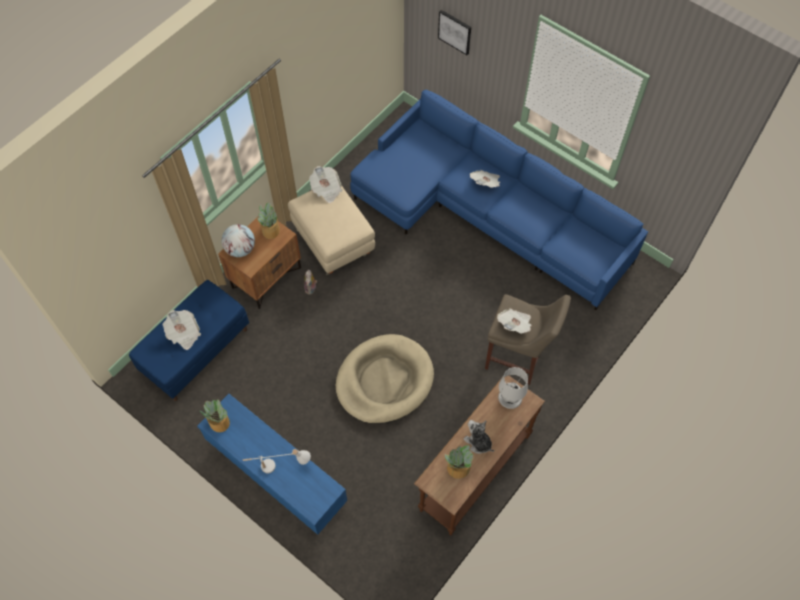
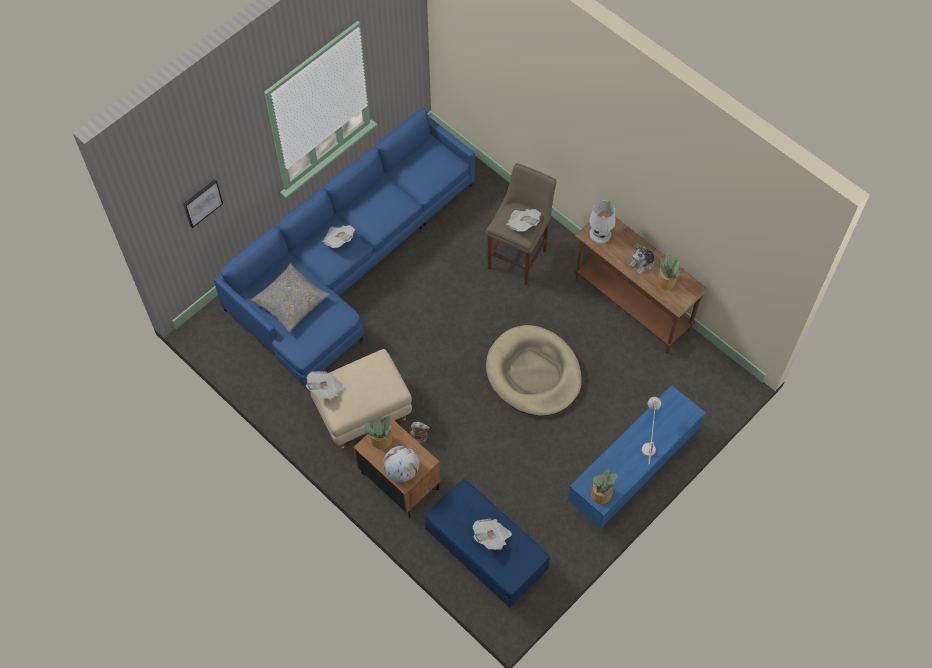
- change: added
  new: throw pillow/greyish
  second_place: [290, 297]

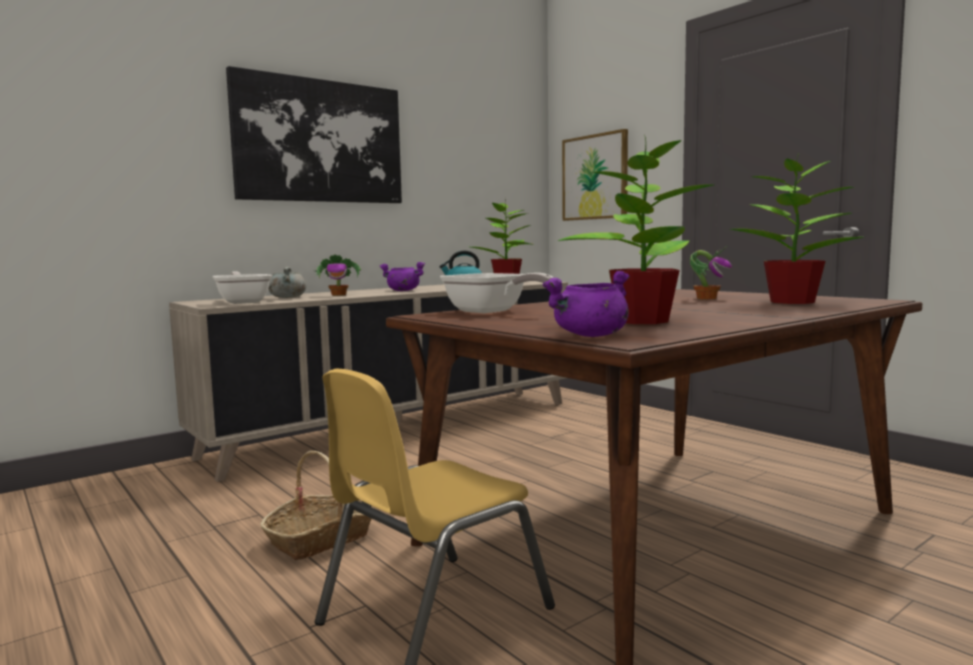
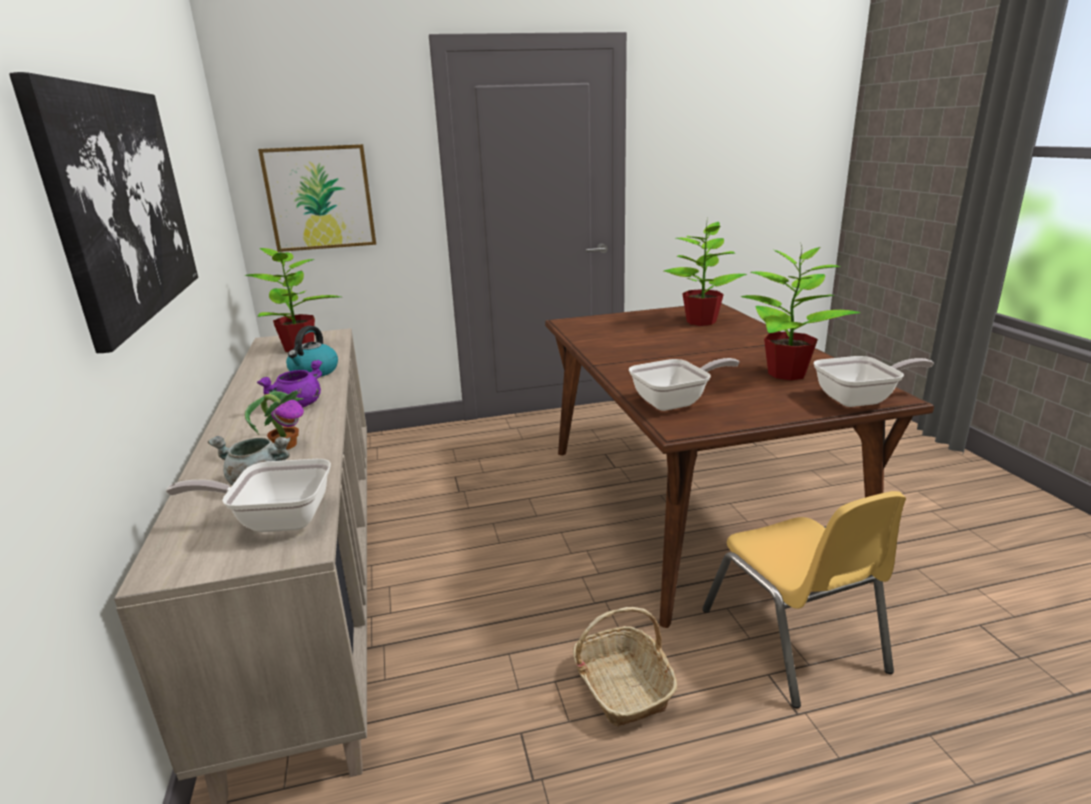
- change: removed
  old: potted plant
  first_place: [711, 272]
- change: replaced
  old: saucepot/purple-coloured
  new: pan
  first_place: [586, 304]
  second_place: [874, 381]

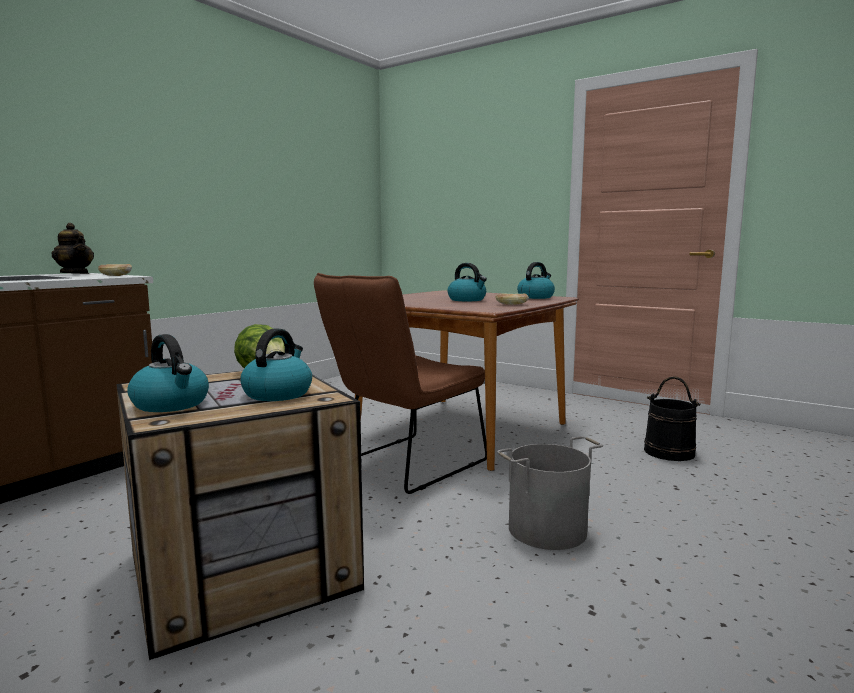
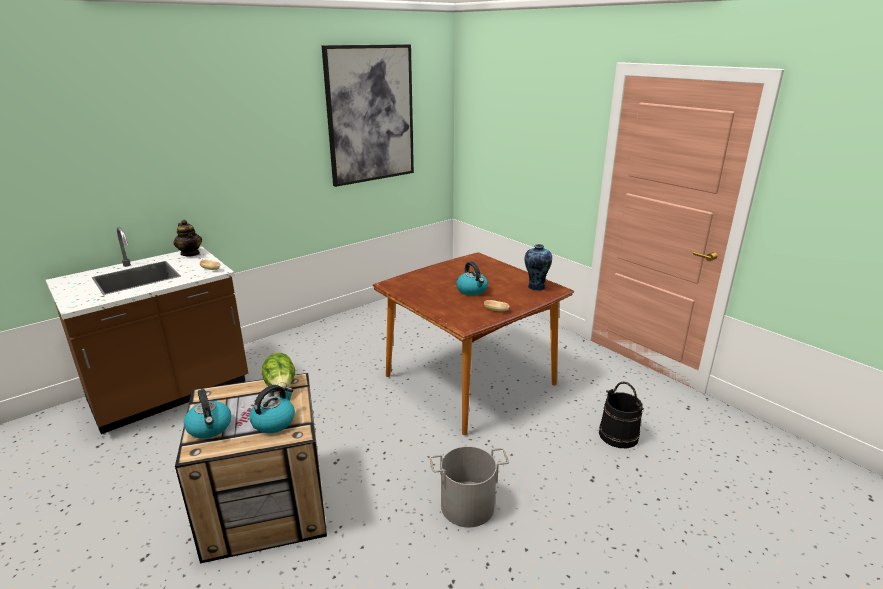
- change: replaced
  old: kettle
  new: decorative vase
  first_place: [536, 280]
  second_place: [538, 267]
- change: removed
  old: upright chair/brownish
  first_place: [400, 383]
- change: added
  new: wall art
  second_place: [368, 115]

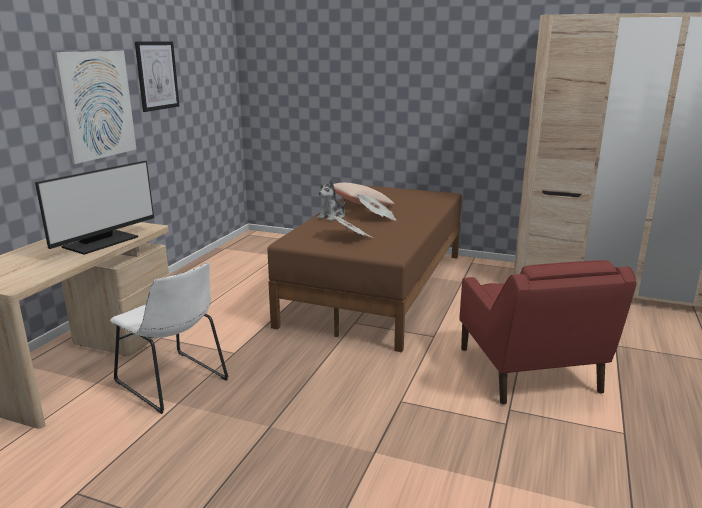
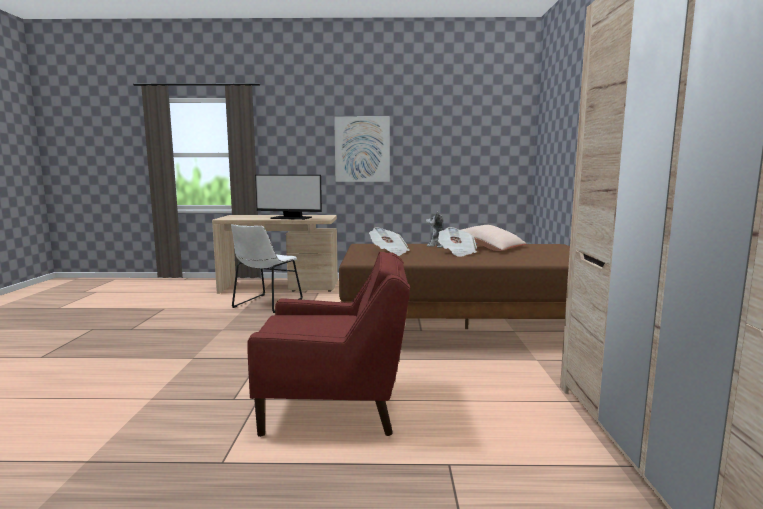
- change: removed
  old: wall art
  first_place: [157, 77]
- change: turned
  old: lounge chair/red
  first_place: [548, 332]
  second_place: [328, 344]
  degrees: -150

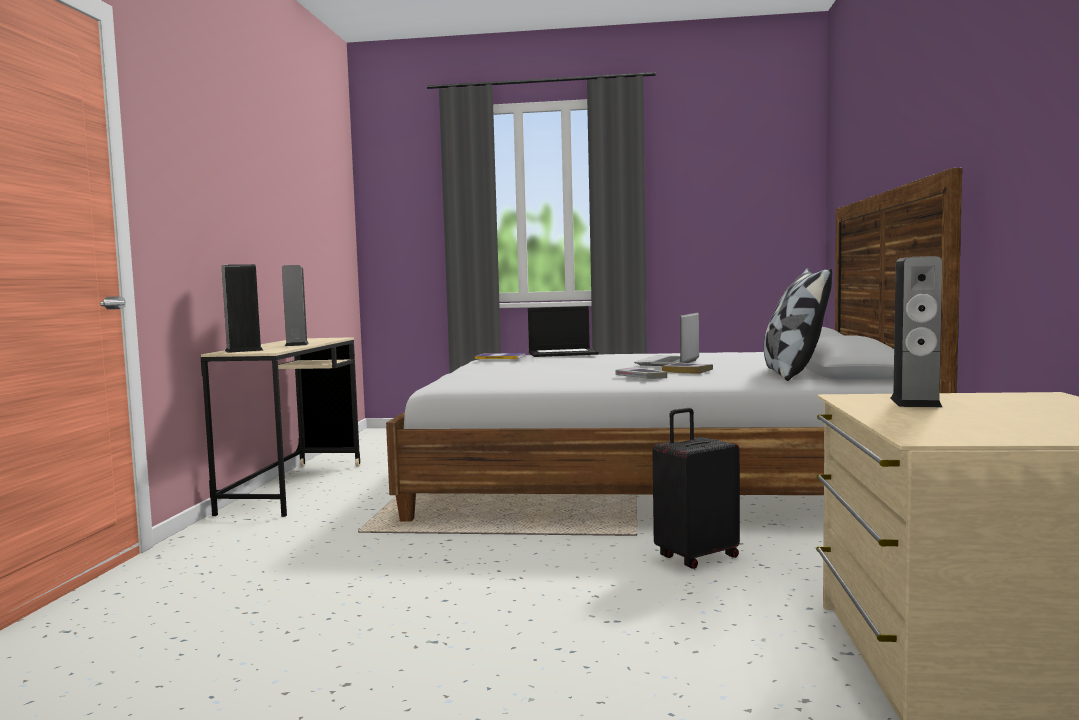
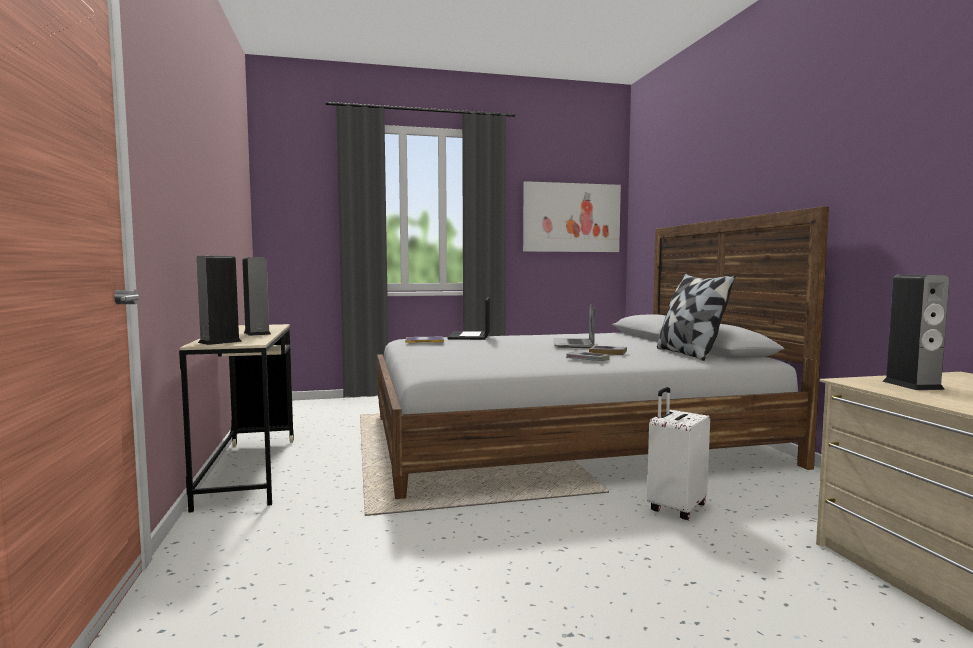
- change: turned
  old: notebook computer
  first_place: [563, 331]
  second_place: [469, 318]
  degrees: 120
- change: recoloured
  old: piece of luggage/black-coloured
  new: piece of luggage/whitish
  first_place: [696, 488]
  second_place: [678, 453]
- change: added
  new: wall art
  second_place: [572, 216]

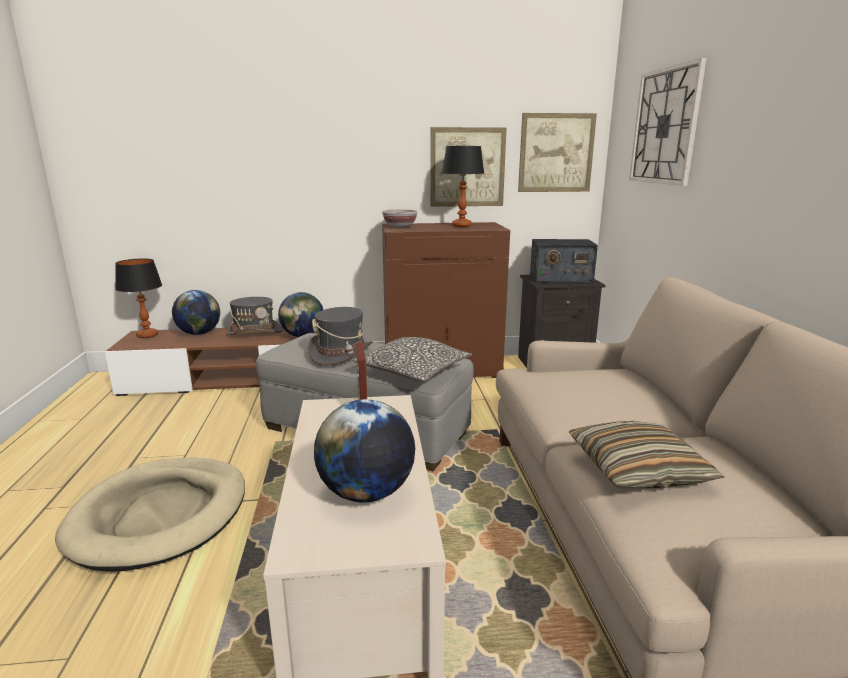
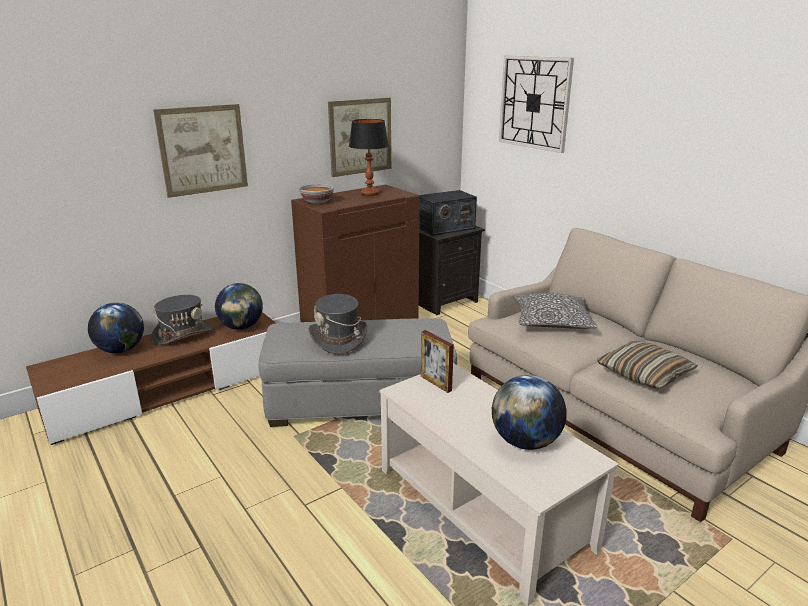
- change: moved
  old: wall art
  first_place: [557, 152]
  second_place: [200, 151]
- change: removed
  old: table lamp
  first_place: [138, 298]
- change: moved
  old: throw pillow
  first_place: [412, 359]
  second_place: [555, 311]
- change: removed
  old: pet bed/sand-coloured
  first_place: [150, 515]

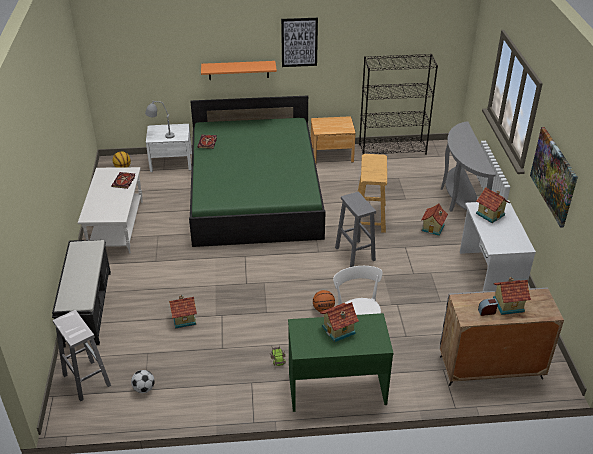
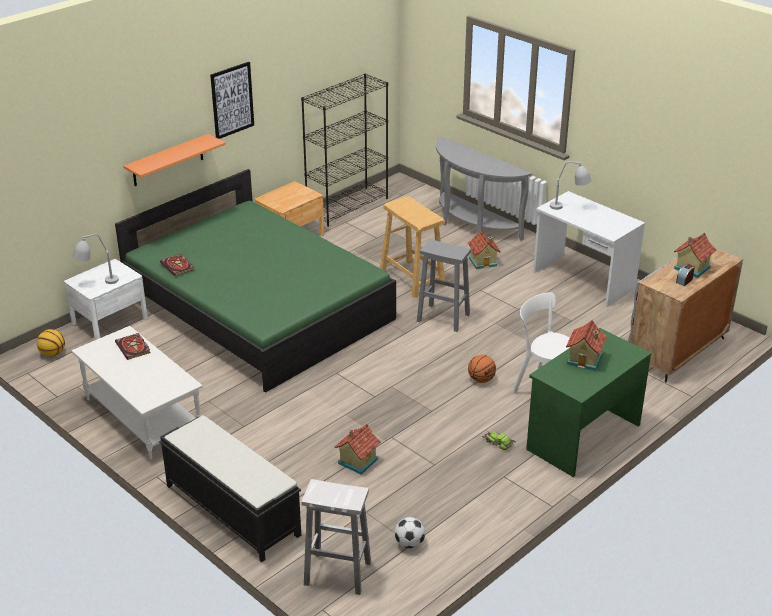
- change: removed
  old: wall art
  first_place: [554, 177]
- change: replaced
  old: model house
  new: table lamp/greyish
  first_place: [493, 205]
  second_place: [571, 185]

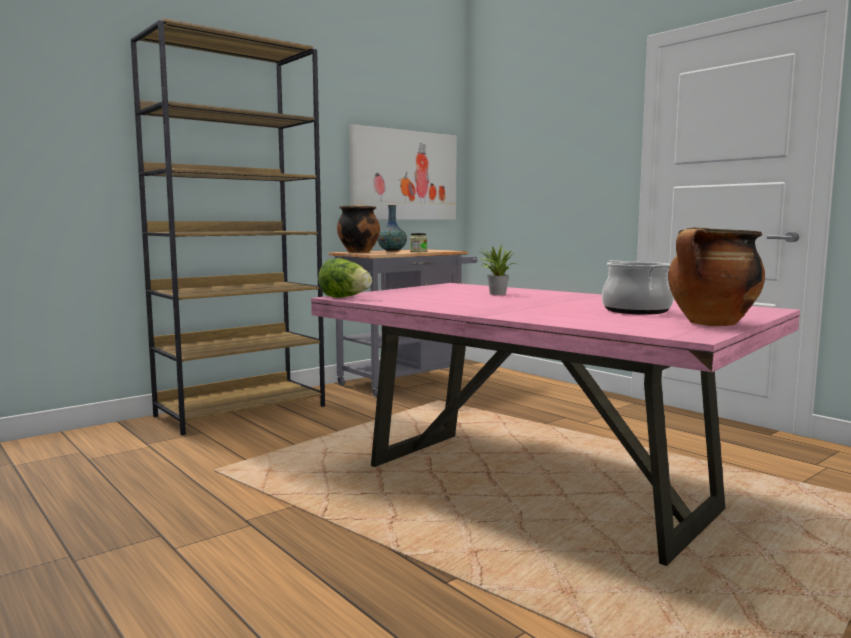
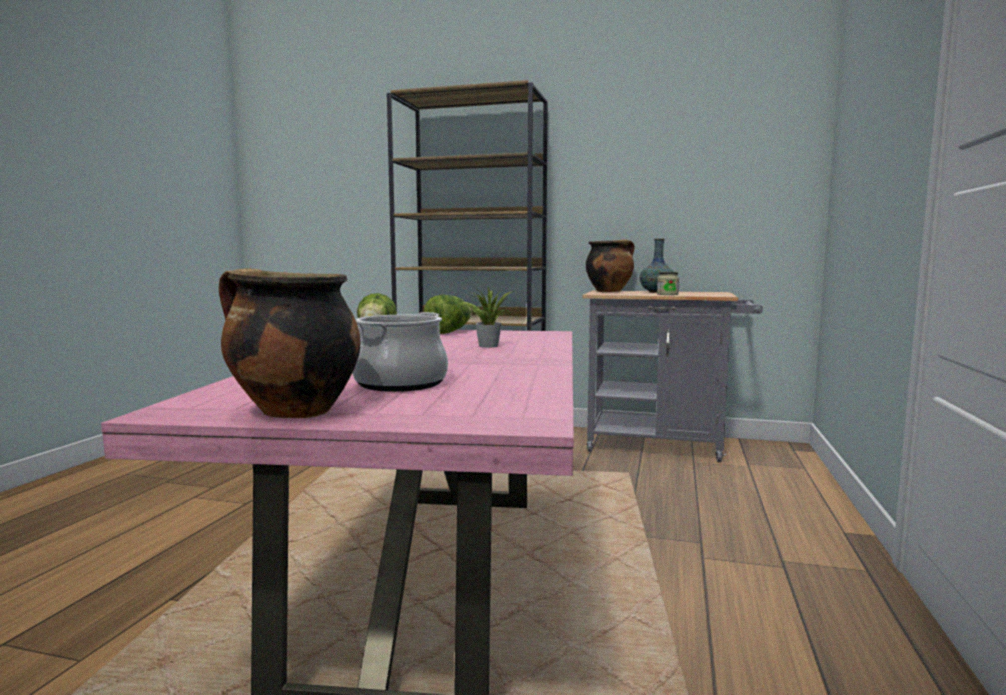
- change: removed
  old: wall art
  first_place: [403, 172]
- change: added
  new: lettuce
  second_place: [448, 314]

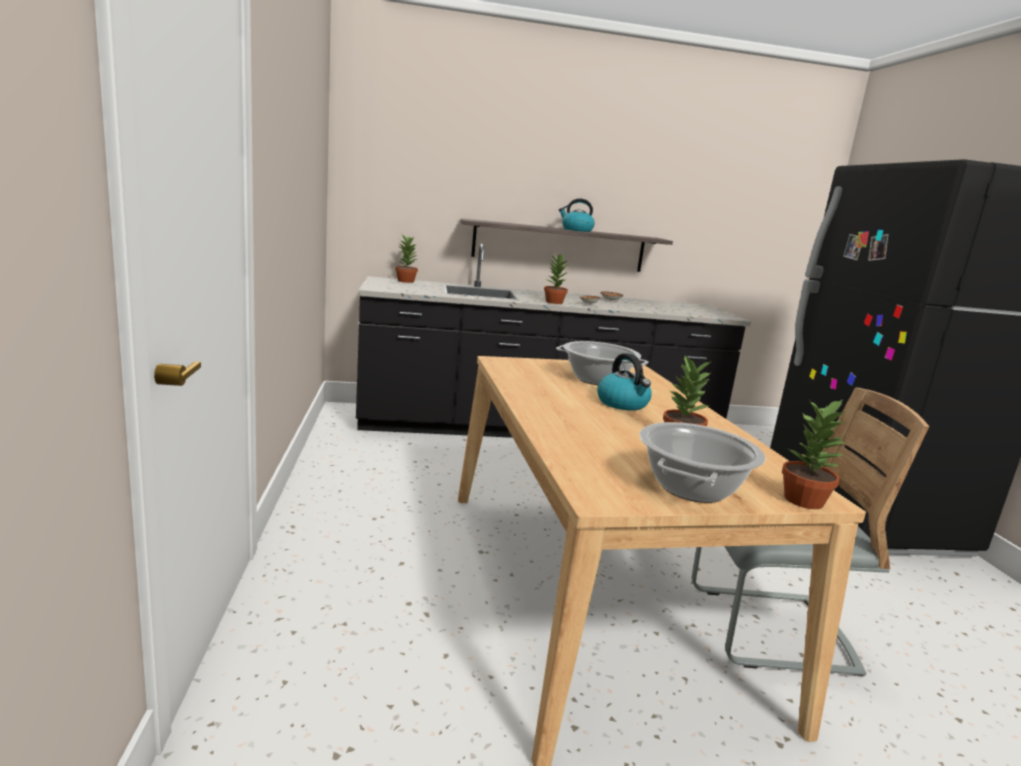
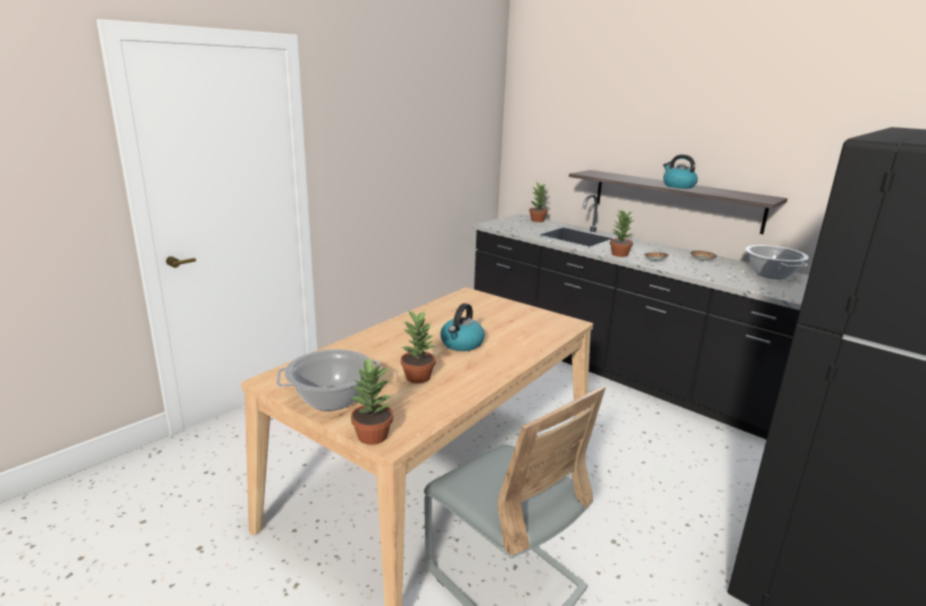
- change: moved
  old: saucepot
  first_place: [602, 363]
  second_place: [777, 262]

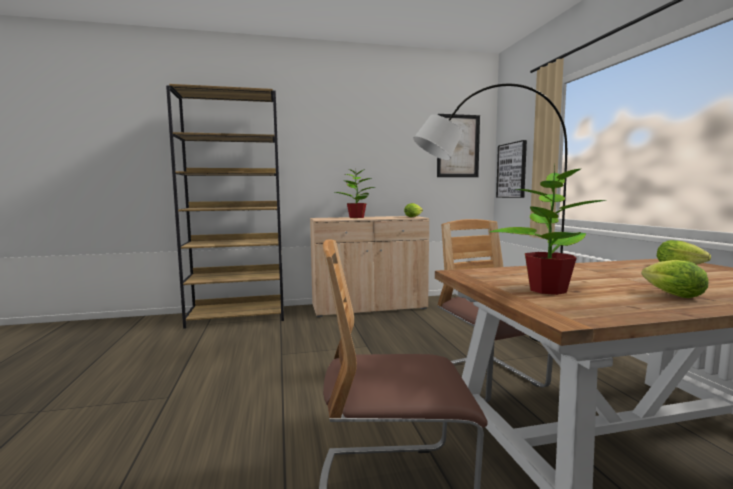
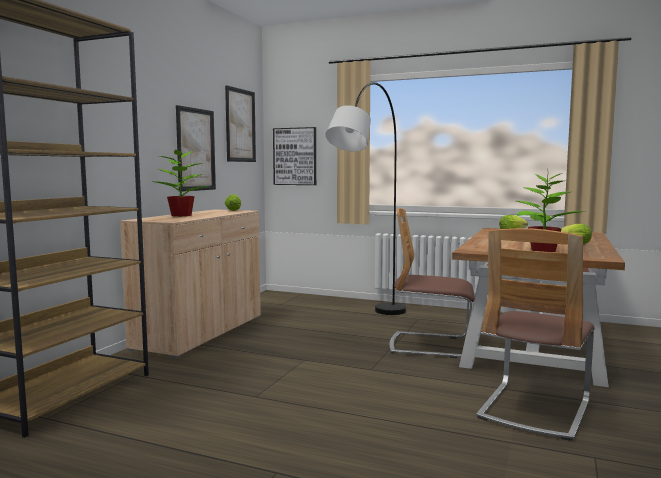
- change: added
  new: wall art
  second_place: [196, 148]

